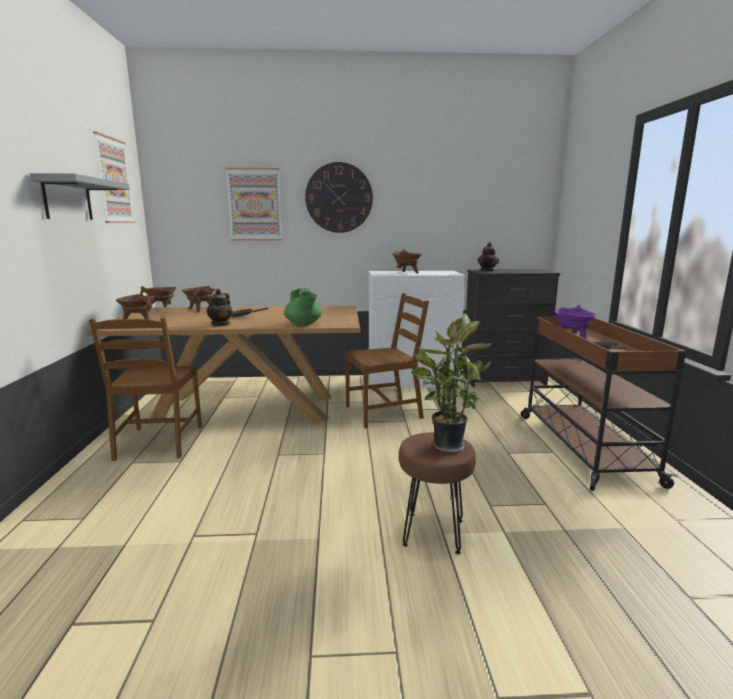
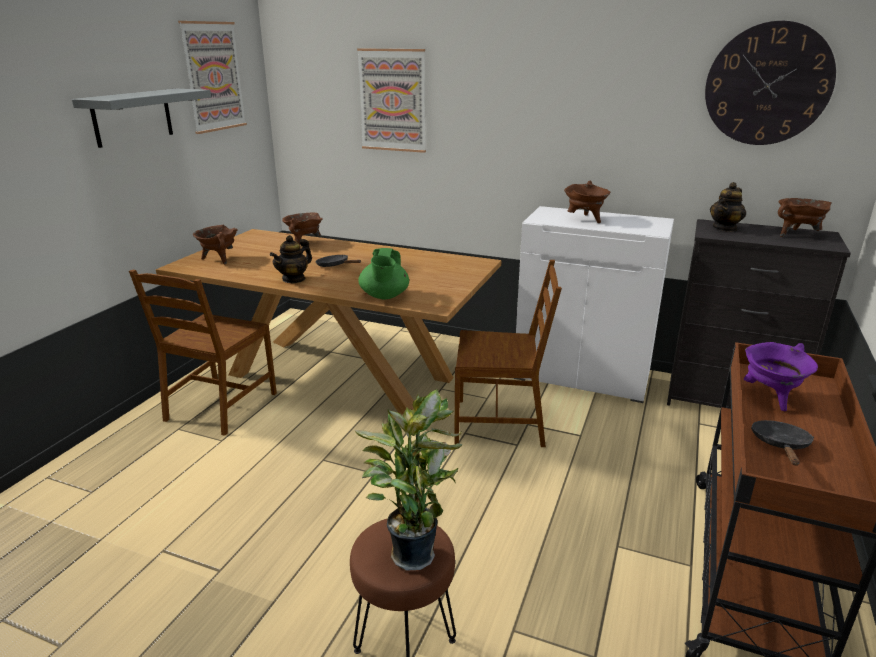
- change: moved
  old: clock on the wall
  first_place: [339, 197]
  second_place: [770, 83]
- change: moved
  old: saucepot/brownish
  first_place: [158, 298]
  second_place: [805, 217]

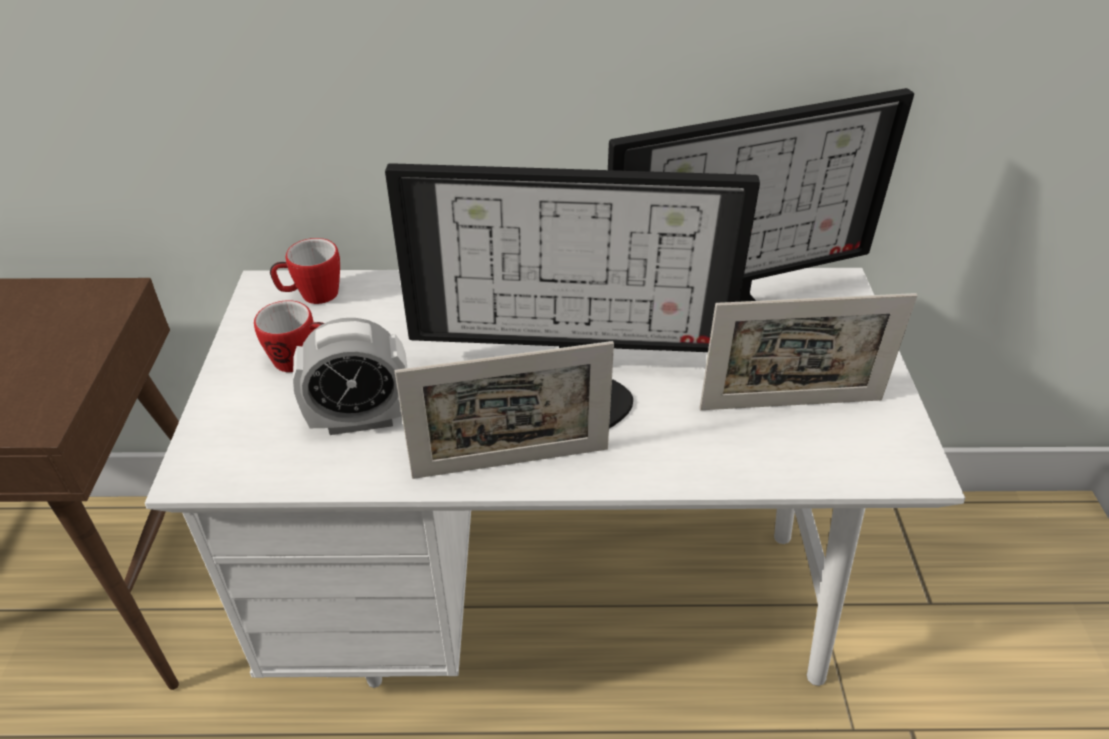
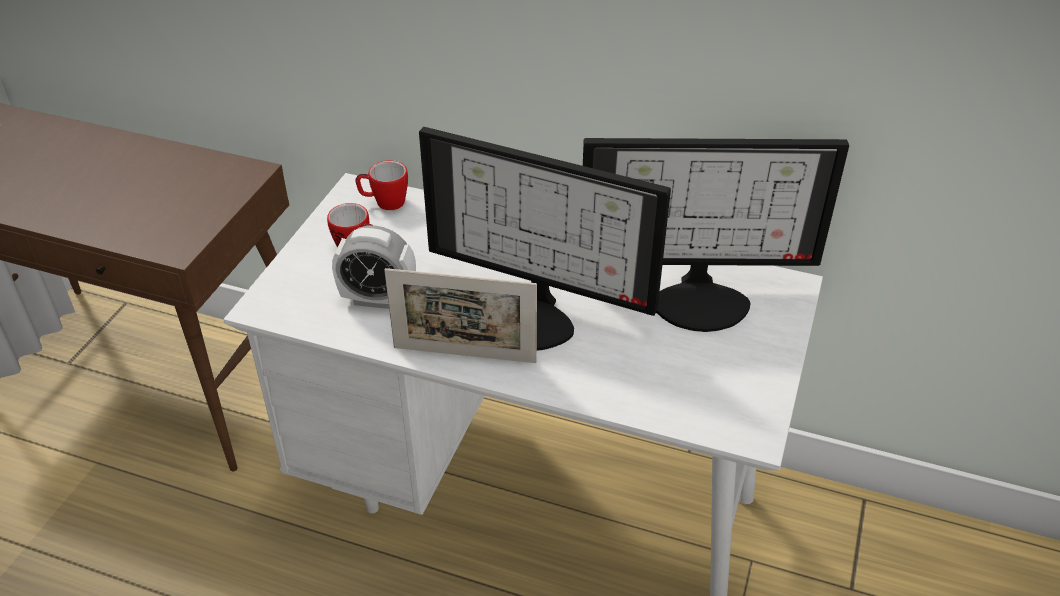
- change: removed
  old: picture frame
  first_place: [808, 351]

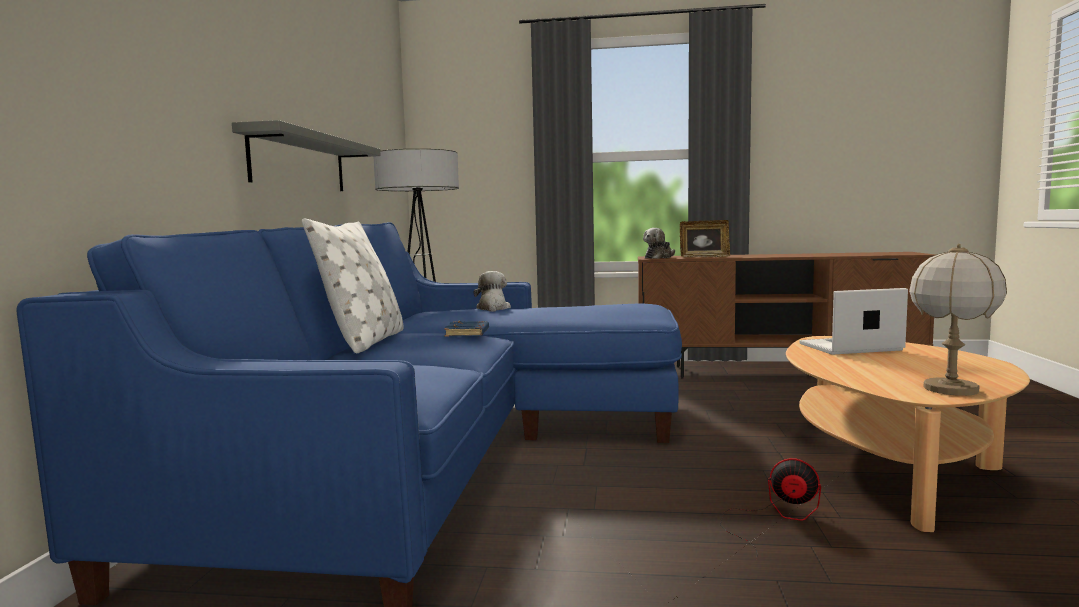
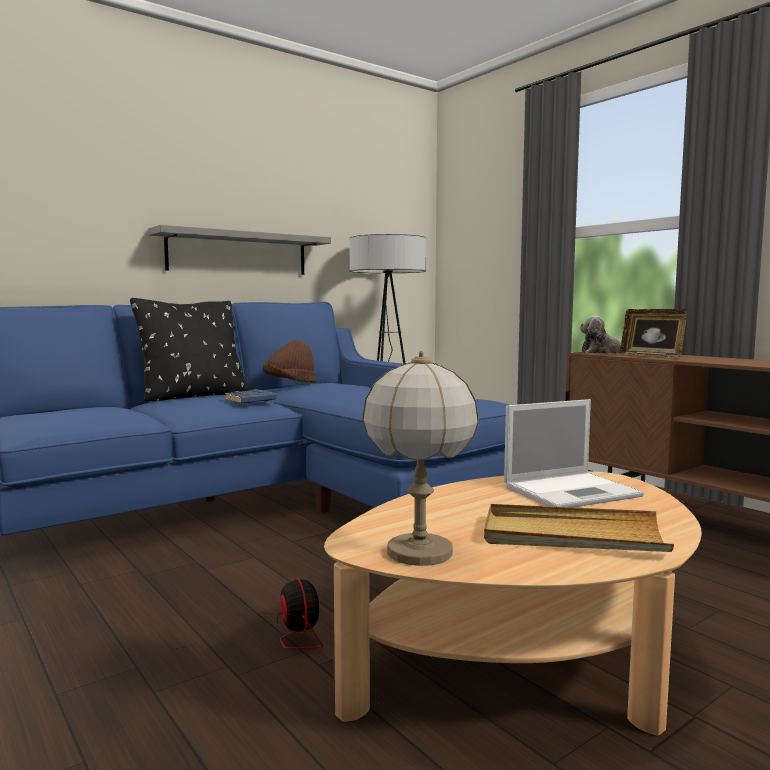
- change: recoloured
  old: throw pillow/whitish
  new: throw pillow/black-coloured
  first_place: [353, 286]
  second_place: [189, 349]
- change: removed
  old: cuddly toy
  first_place: [492, 291]
- change: turned
  old: notebook computer
  first_place: [853, 321]
  second_place: [574, 453]
  degrees: 120
- change: added
  new: wearable hat/brownish
  second_place: [290, 361]
- change: added
  new: serving tray/sand-coloured
  second_place: [579, 528]

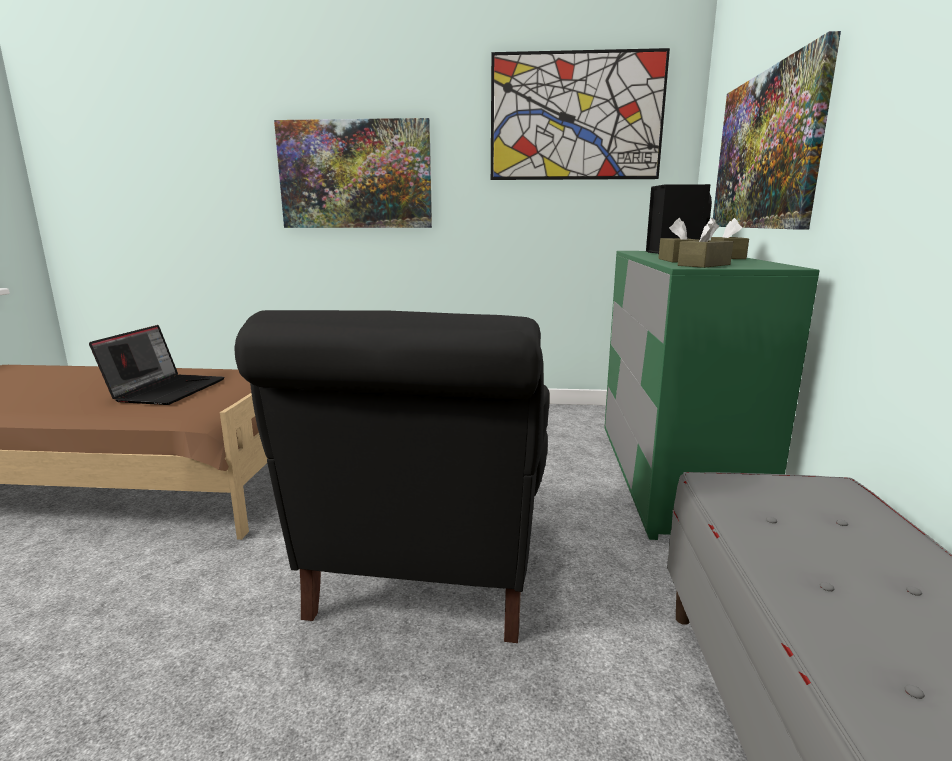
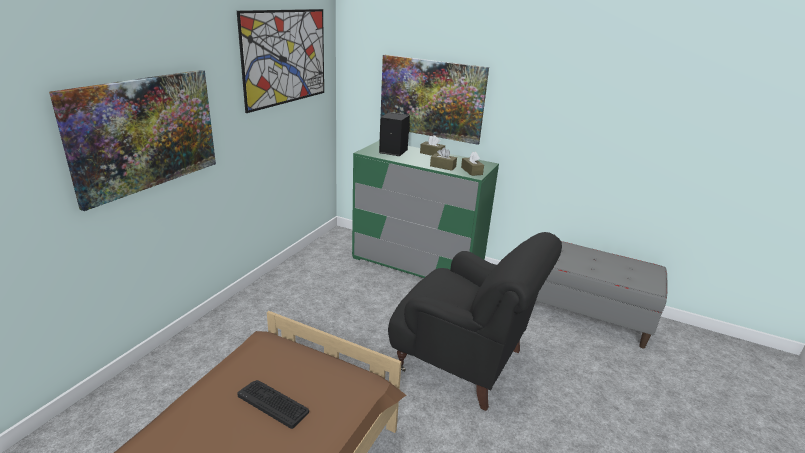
- change: replaced
  old: notebook computer
  new: keyboard
  first_place: [157, 365]
  second_place: [273, 404]

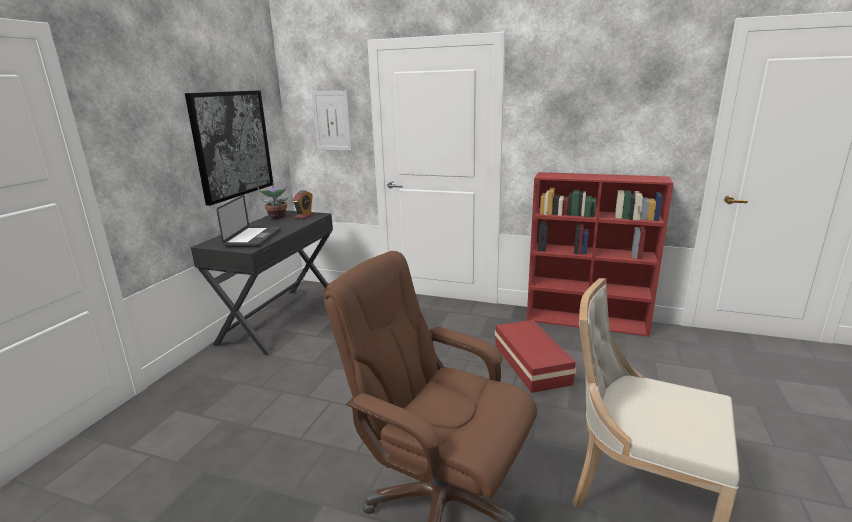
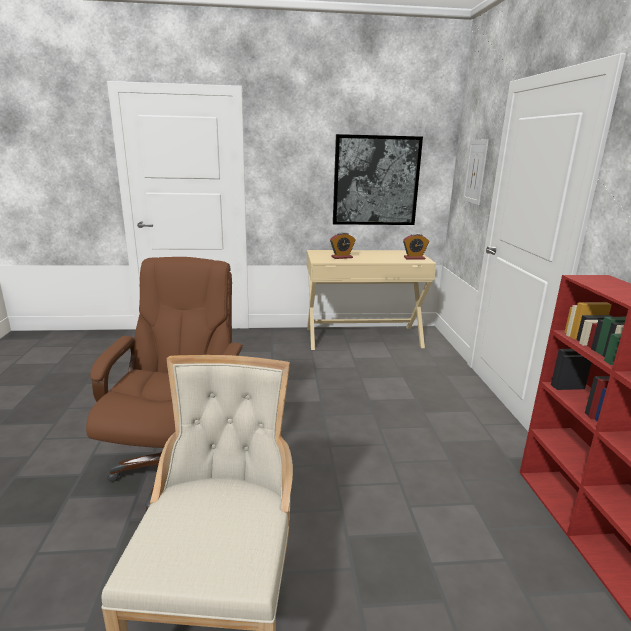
- change: removed
  old: potted plant
  first_place: [273, 200]
- change: replaced
  old: notebook computer
  new: table clock
  first_place: [248, 221]
  second_place: [342, 245]
- change: recoloured
  old: desk unit/black-coloured
  new: desk unit/sand-coloured
  first_place: [262, 282]
  second_place: [371, 300]
- change: removed
  old: storage container/red
  first_place: [535, 356]

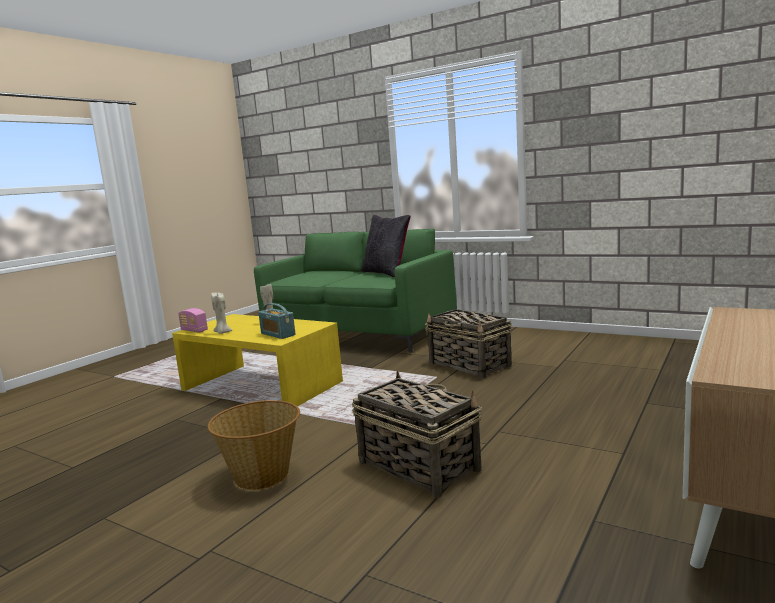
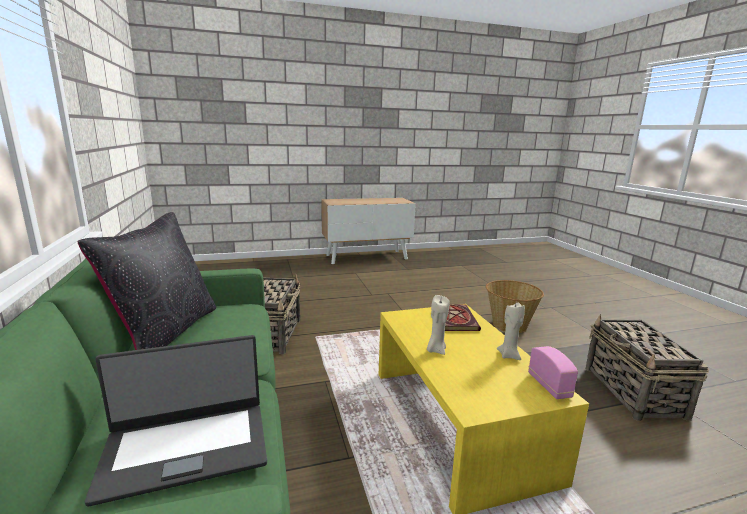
- change: replaced
  old: radio
  new: book
  first_place: [277, 321]
  second_place: [463, 317]
- change: moved
  old: storage basket
  first_place: [417, 434]
  second_place: [647, 367]
- change: added
  new: notebook computer
  second_place: [176, 420]

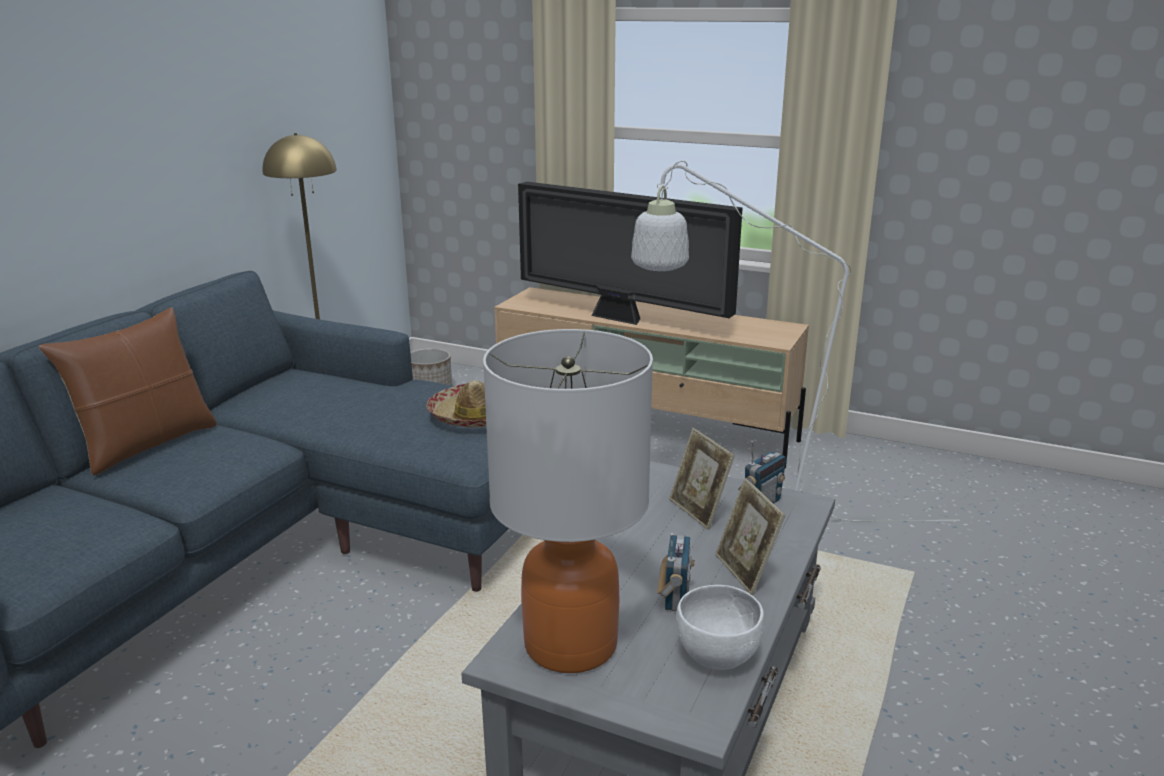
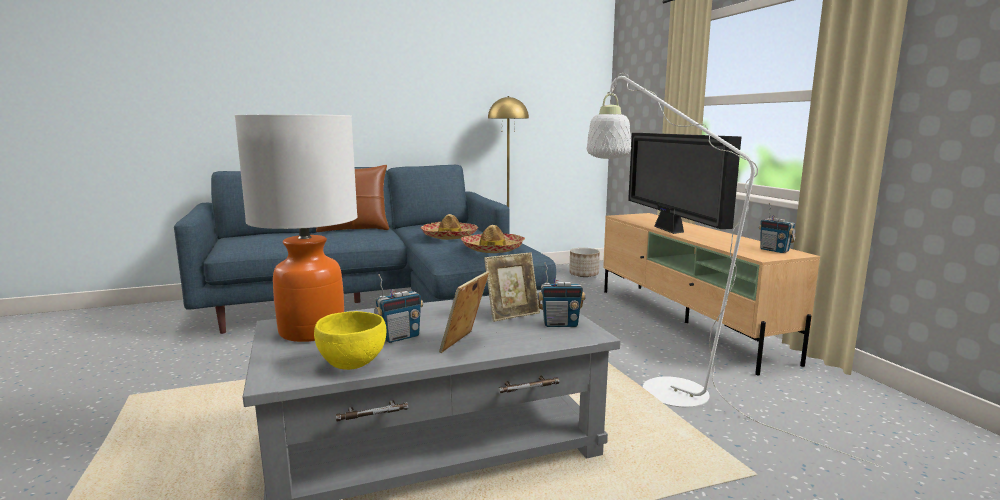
- change: turned
  old: picture frame
  first_place: [702, 479]
  second_place: [512, 287]
  degrees: -135
- change: recoloured
  old: bowl/whitish
  new: bowl/yellowish
  first_place: [720, 627]
  second_place: [350, 340]
- change: added
  new: radio
  second_place: [777, 228]
- change: added
  new: wearable hat
  second_place: [449, 227]

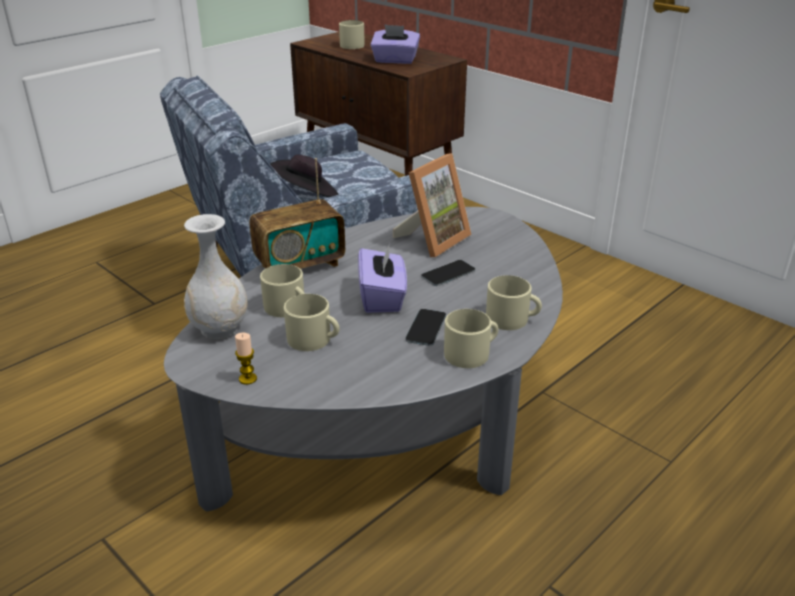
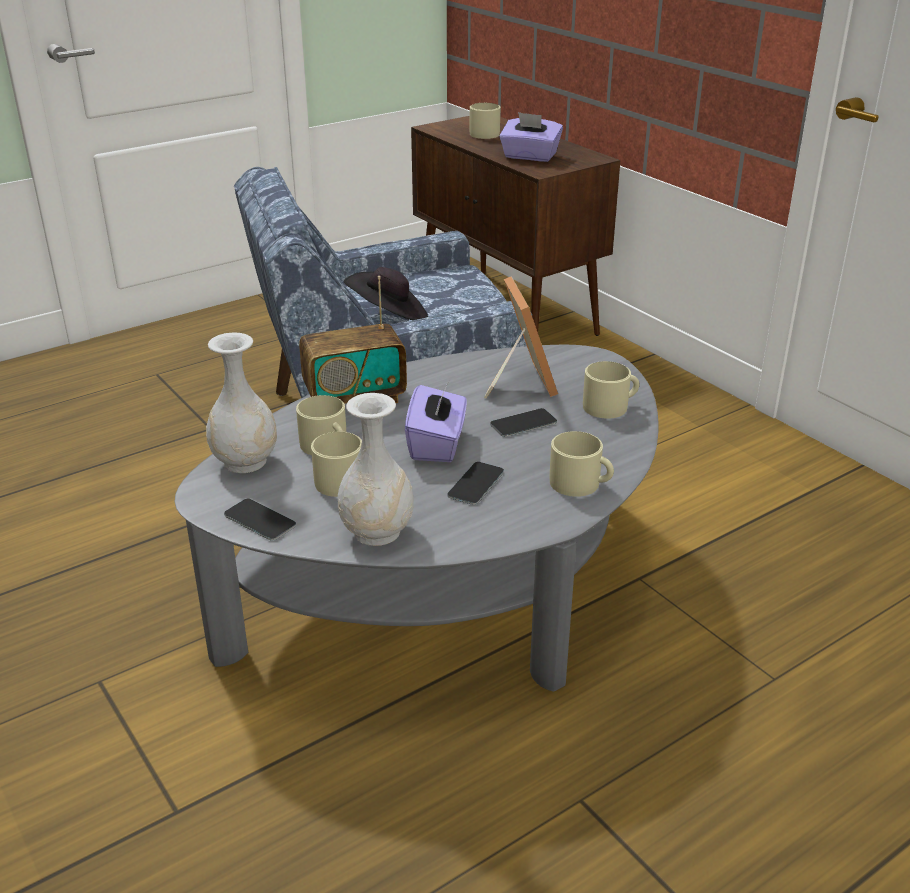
- change: turned
  old: picture frame
  first_place: [432, 205]
  second_place: [521, 337]
  degrees: -60
- change: moved
  old: coffee mug/sand-coloured
  first_place: [471, 338]
  second_place: [611, 390]
- change: replaced
  old: wax candle
  new: handset
  first_place: [246, 359]
  second_place: [260, 519]
- change: added
  new: decorative vase/whitish
  second_place: [376, 469]

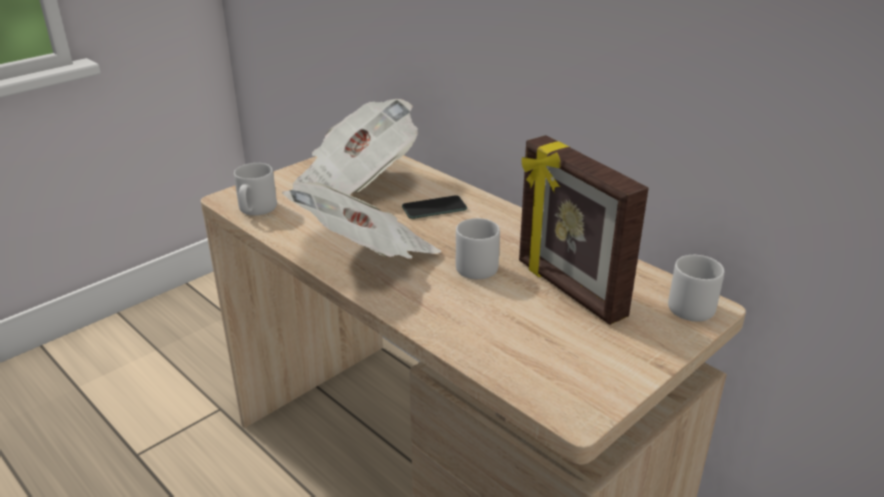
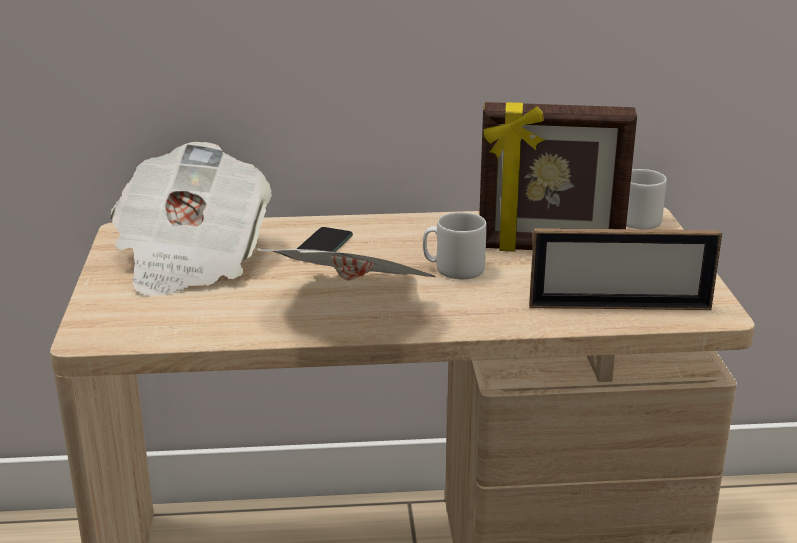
- change: removed
  old: coffee mug/greyish
  first_place: [255, 189]
- change: added
  new: picture frame
  second_place: [625, 269]

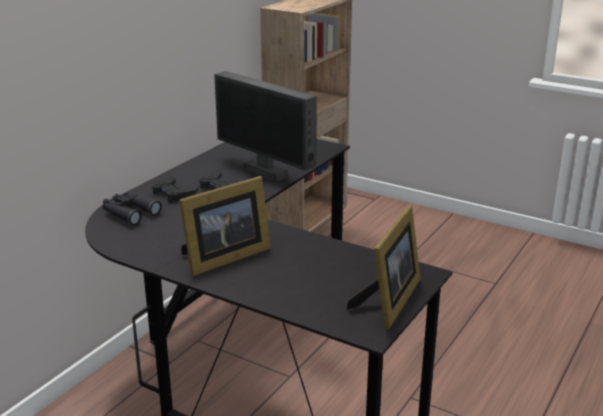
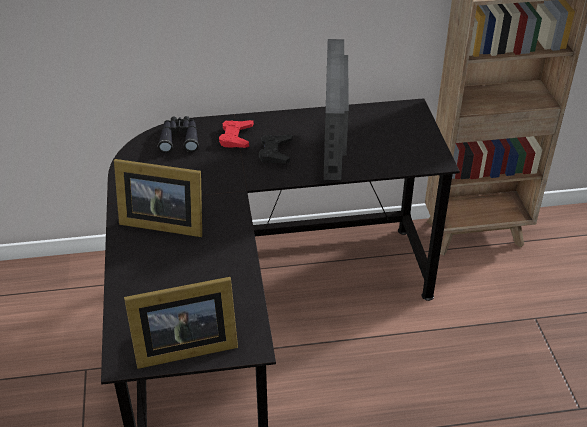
- change: recoloured
  old: gamepad/black-coloured
  new: gamepad/red
  first_place: [174, 189]
  second_place: [236, 134]

